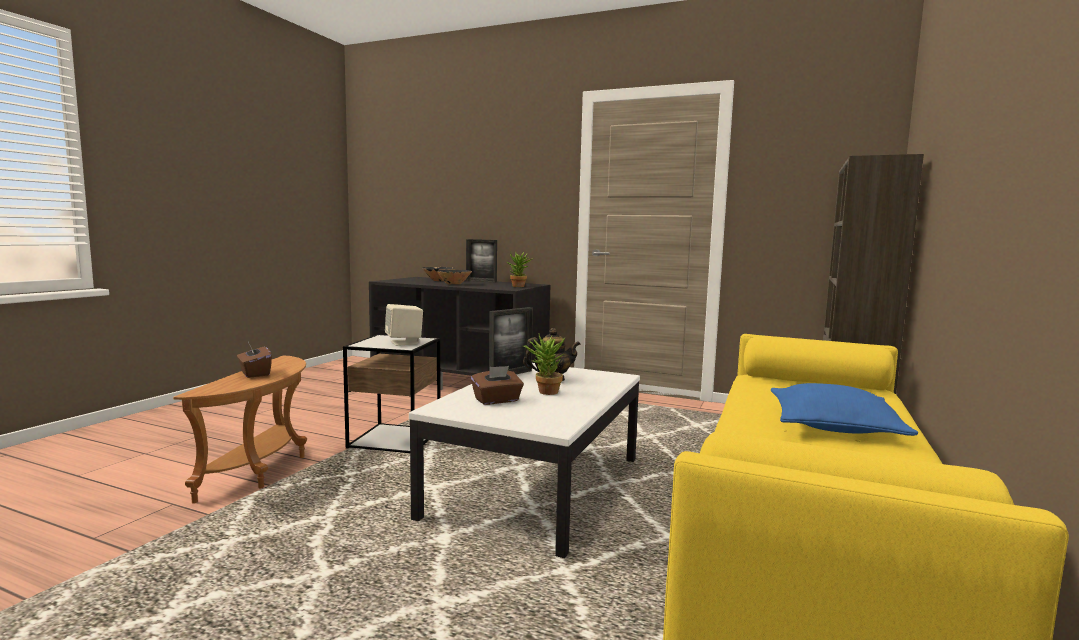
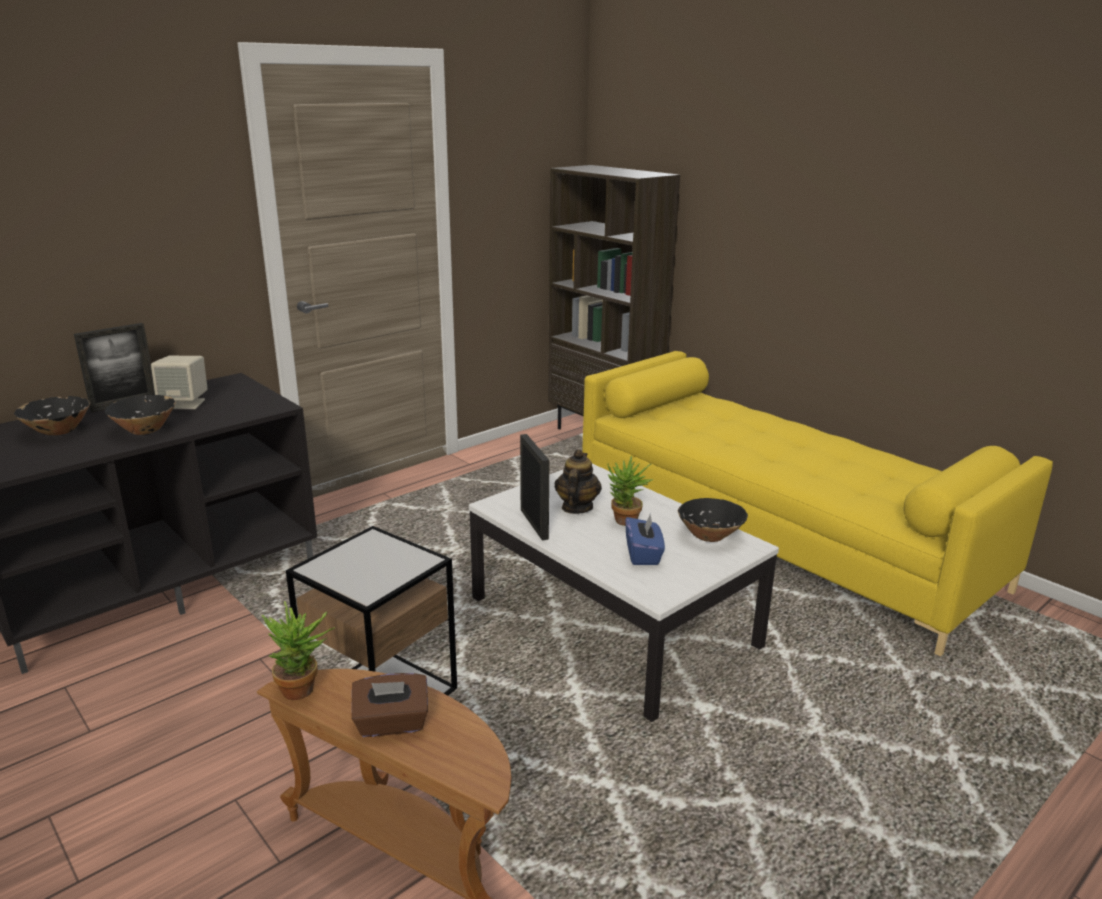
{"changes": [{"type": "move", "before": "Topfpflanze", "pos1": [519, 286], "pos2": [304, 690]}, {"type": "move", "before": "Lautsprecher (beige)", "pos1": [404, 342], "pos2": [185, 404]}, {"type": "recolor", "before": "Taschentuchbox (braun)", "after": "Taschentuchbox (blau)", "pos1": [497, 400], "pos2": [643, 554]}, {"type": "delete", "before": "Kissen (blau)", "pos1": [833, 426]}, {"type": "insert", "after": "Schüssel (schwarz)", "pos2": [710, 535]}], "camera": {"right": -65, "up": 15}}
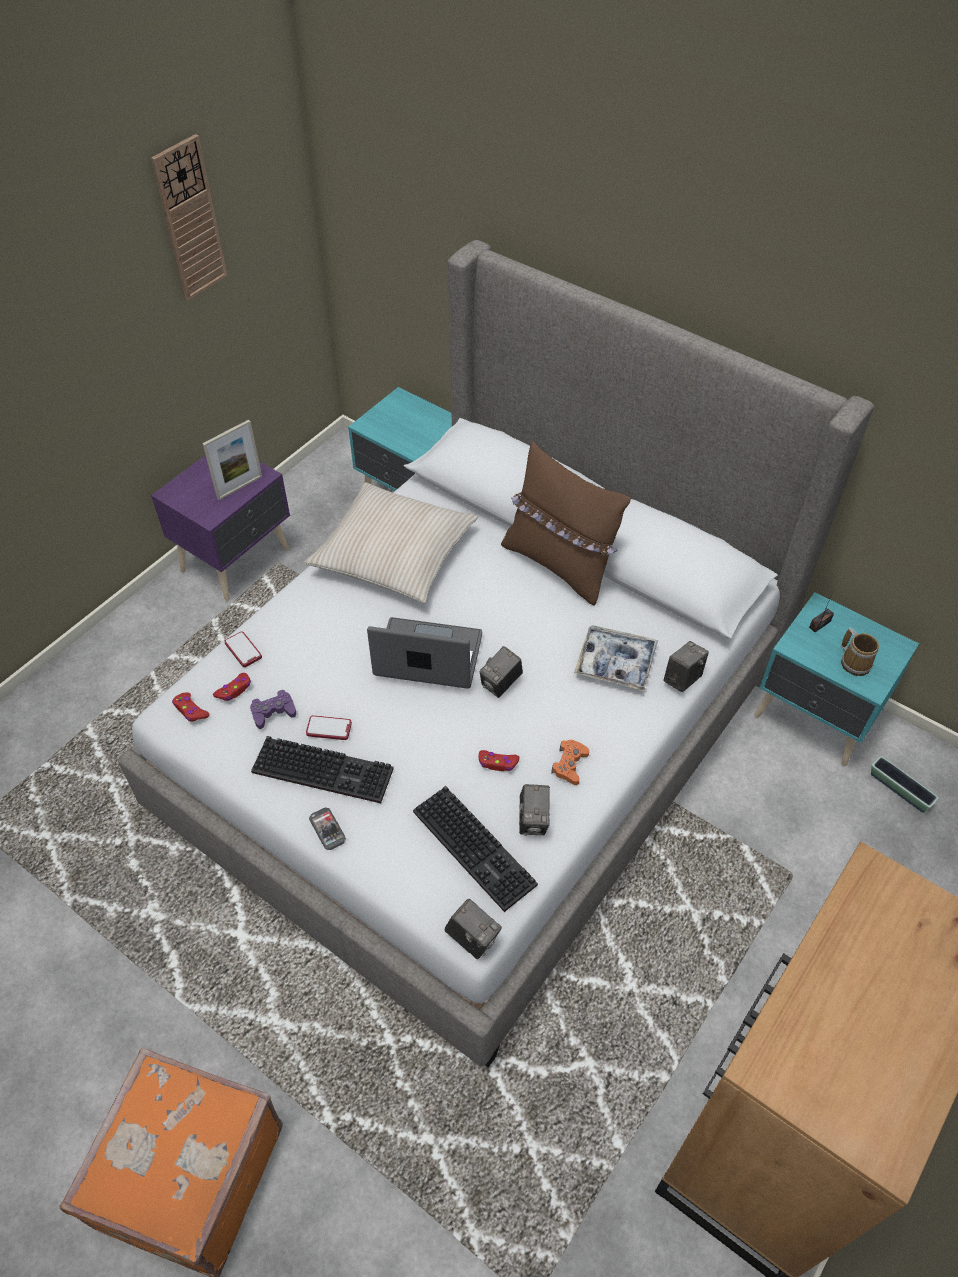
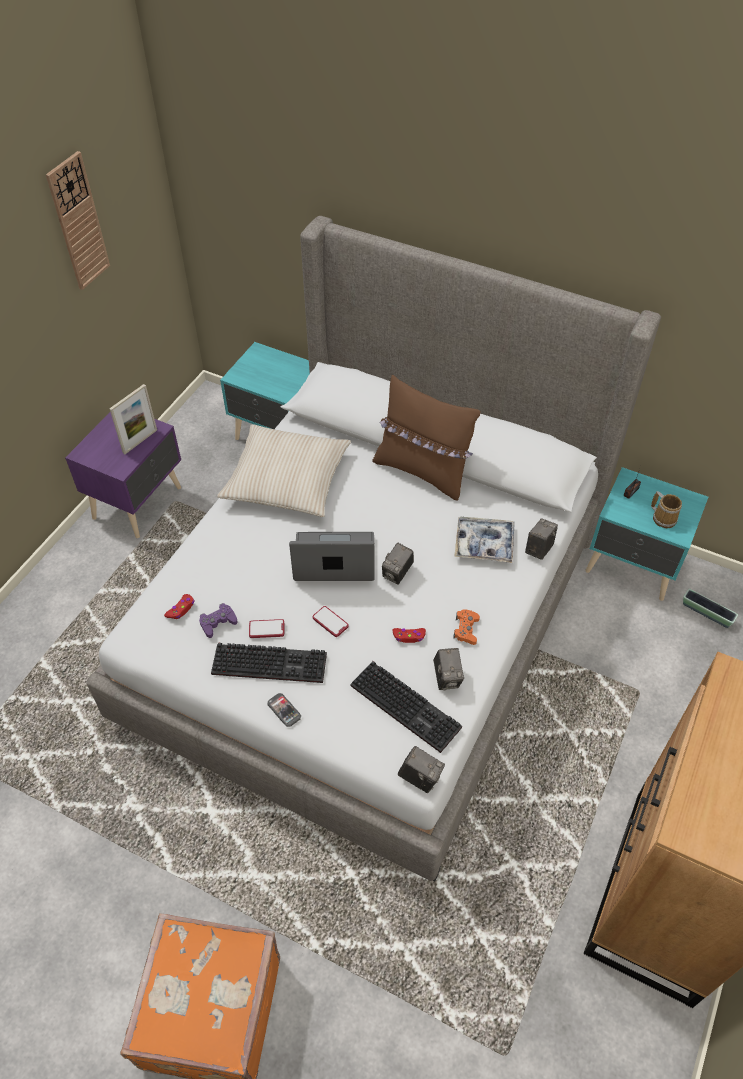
{"changes": [{"type": "move", "before": "Handy", "pos1": [243, 650], "pos2": [330, 622]}, {"type": "delete", "before": "Gamepad (rot)", "pos1": [190, 710]}], "camera": {"right": -10, "up": 0}}
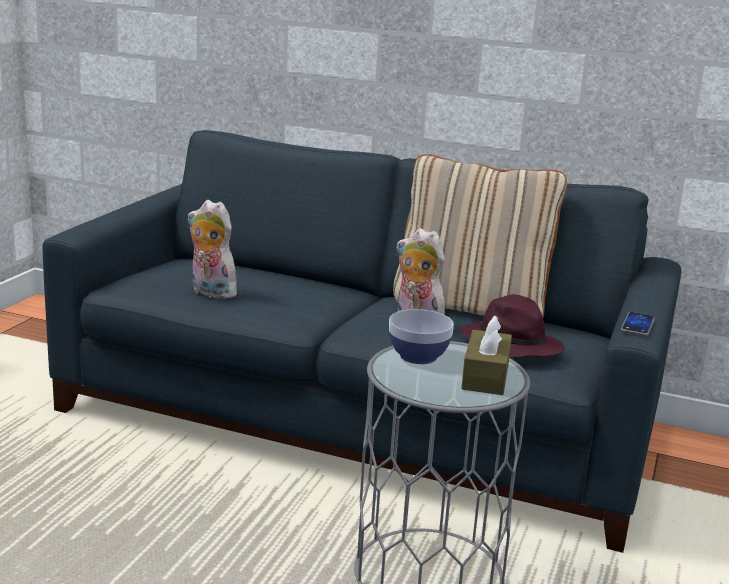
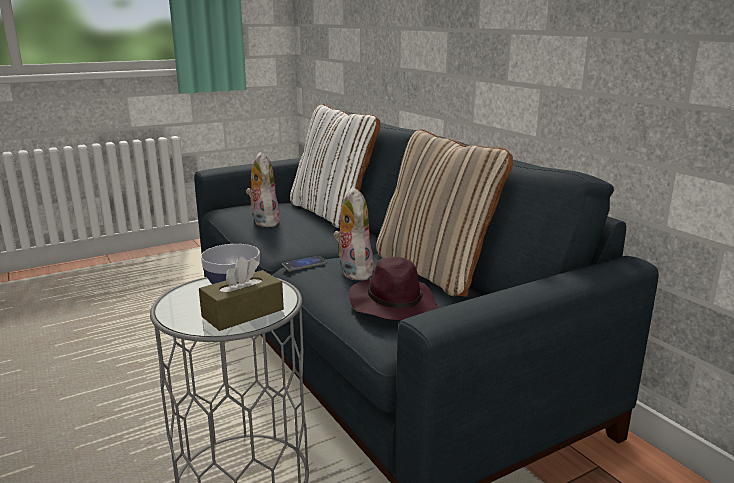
{"changes": [{"type": "move", "before": "Handy", "pos1": [637, 325], "pos2": [304, 264]}, {"type": "insert", "after": "Kissen (weiß)", "pos2": [332, 213]}], "camera": {"right": 40, "up": 0}}
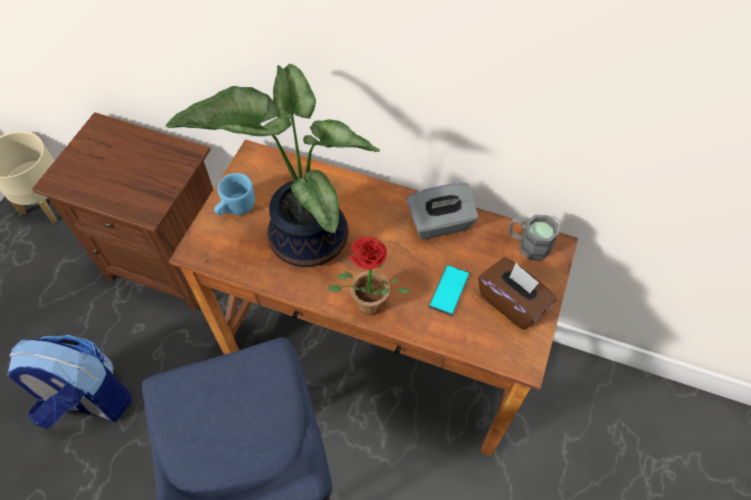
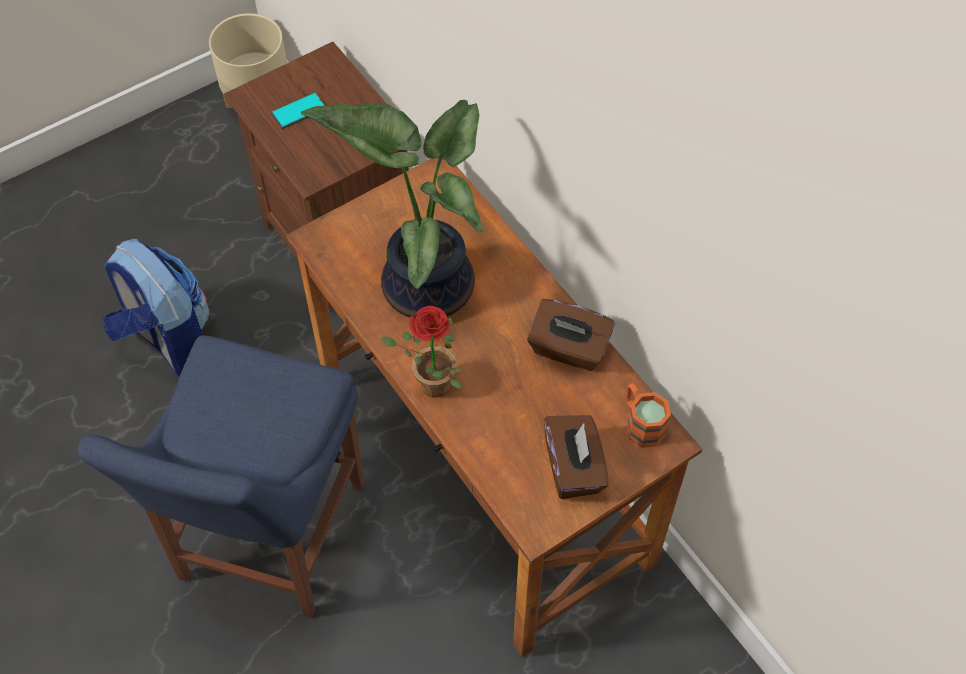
{"changes": [{"type": "delete", "before": "Henkelbecher (blau)", "pos1": [235, 208]}, {"type": "recolor", "before": "Taschentuchbox (grau)", "after": "Taschentuchbox (braun)", "pos1": [440, 224], "pos2": [568, 349]}, {"type": "recolor", "before": "Henkelbecher (grau)", "after": "Henkelbecher (orange)", "pos1": [528, 244], "pos2": [641, 423]}, {"type": "move", "before": "Handy", "pos1": [449, 290], "pos2": [299, 111]}], "camera": {"right": 35, "up": 0}}
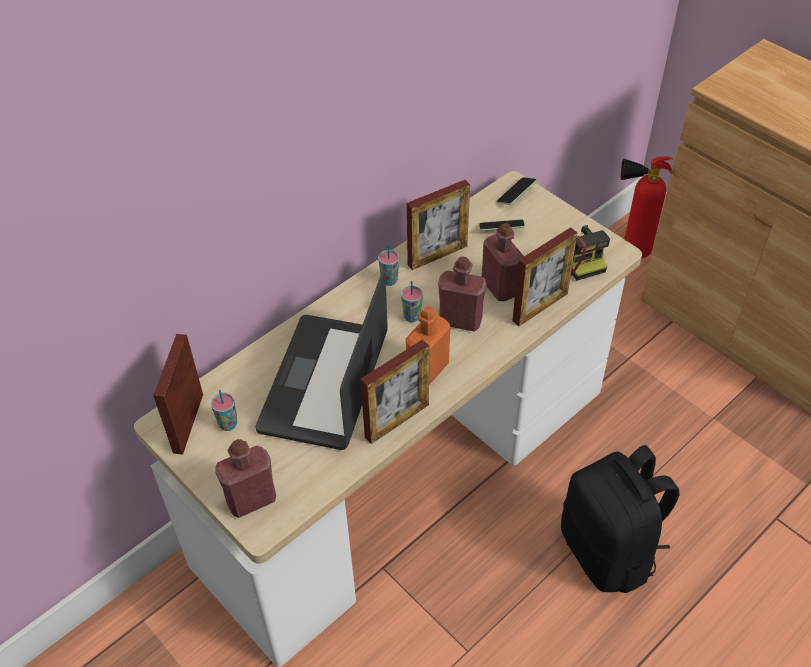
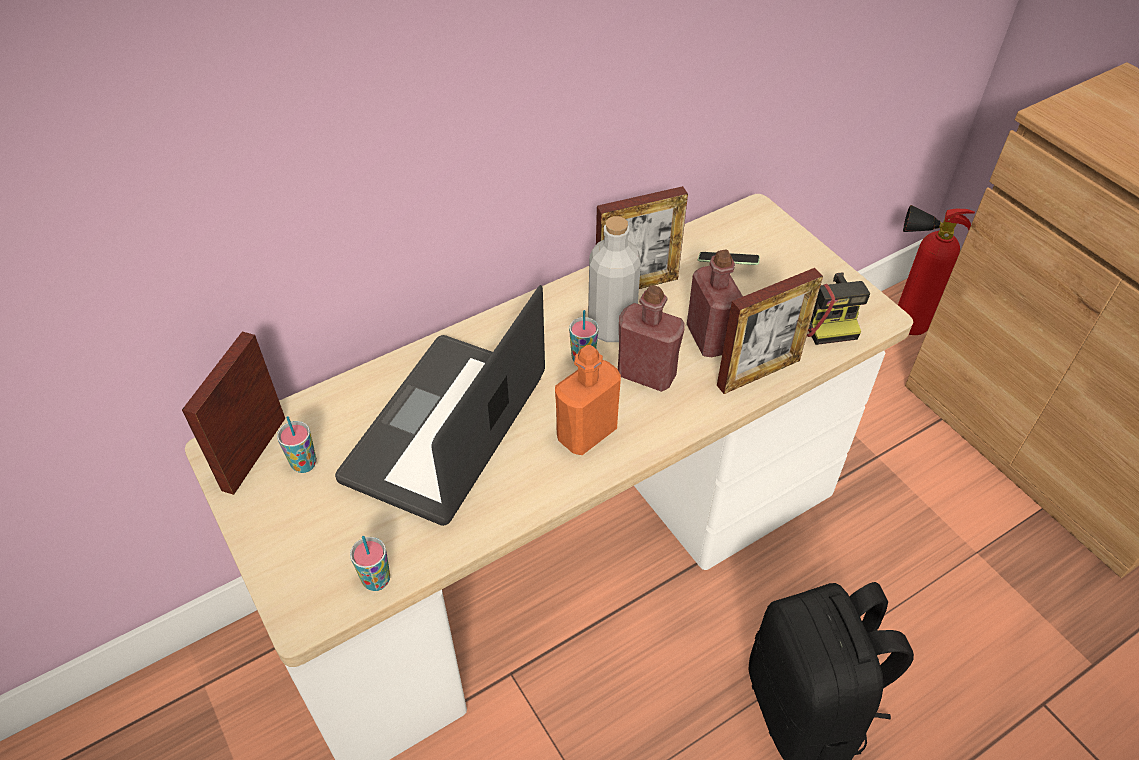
{"changes": [{"type": "delete", "before": "Handy", "pos1": [516, 195]}, {"type": "move", "before": "Tasse", "pos1": [389, 280], "pos2": [376, 580]}, {"type": "delete", "before": "Bilderrahmen", "pos1": [397, 421]}, {"type": "delete", "before": "Flasche (rot)", "pos1": [251, 500]}, {"type": "insert", "after": "Flasche (grau)", "pos2": [611, 327]}], "camera": {"right": 10, "up": 0}}
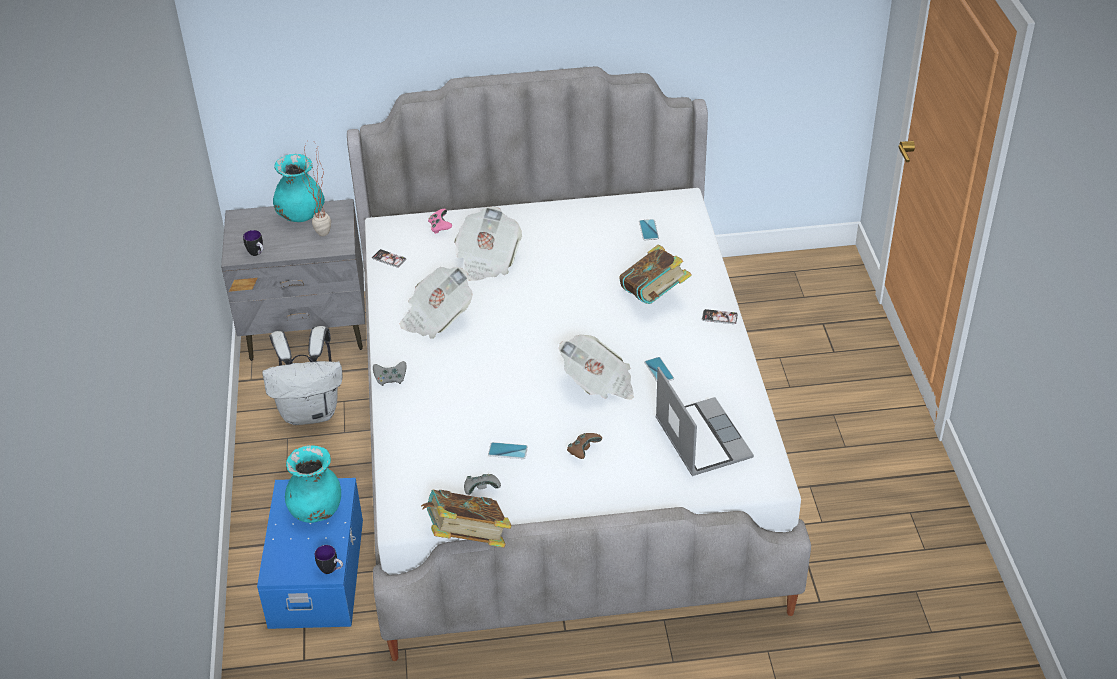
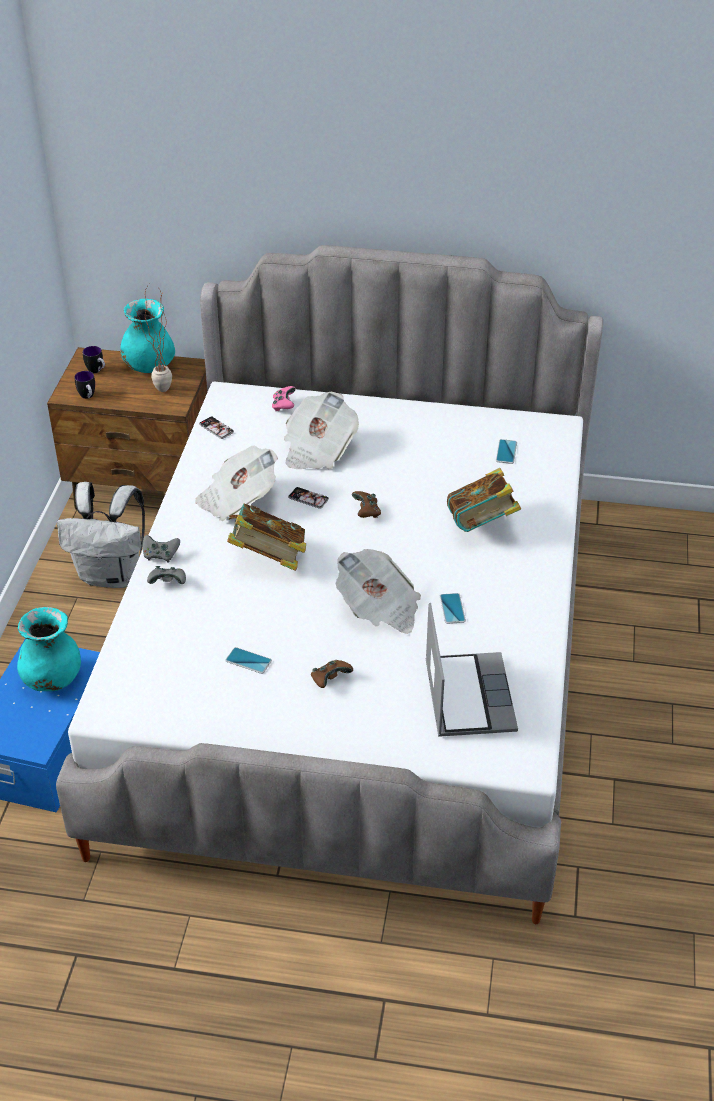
{"changes": [{"type": "recolor", "before": "Nachttisch (grau)", "after": "Nachttisch (braun)", "pos1": [307, 329], "pos2": [144, 489]}, {"type": "move", "before": "Handy", "pos1": [719, 317], "pos2": [308, 498]}, {"type": "move", "before": "Gamepad (grau)", "pos1": [481, 490], "pos2": [168, 583]}, {"type": "move", "before": "Buch", "pos1": [467, 539], "pos2": [268, 559]}, {"type": "move", "before": "Henkelbecher", "pos1": [331, 570], "pos2": [97, 371]}, {"type": "insert", "after": "Gamepad (braun)", "pos2": [366, 512]}], "camera": {"right": 15, "up": 0}}
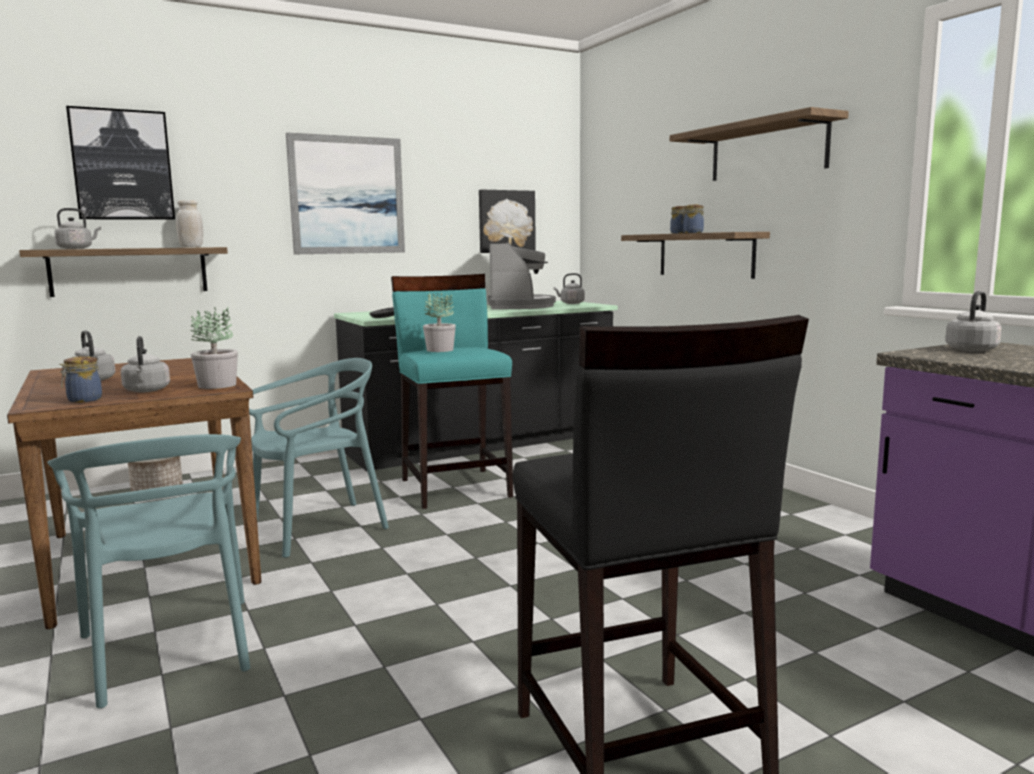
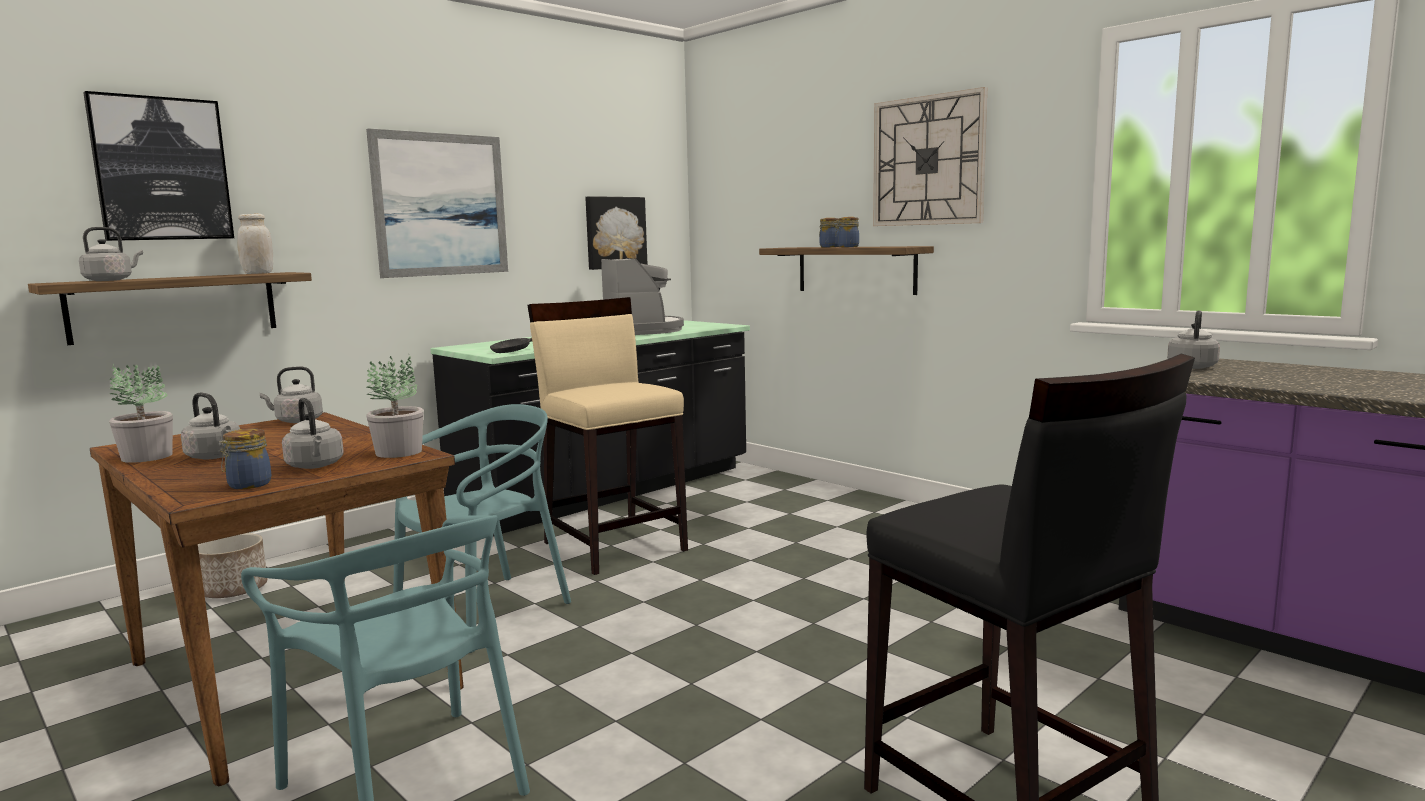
{"changes": [{"type": "replace", "before": "Wandregal", "after": "Wanduhr", "pos1": [767, 150], "pos2": [928, 161]}, {"type": "move", "before": "Wasserkessel (grau)", "pos1": [571, 303], "pos2": [296, 421]}, {"type": "recolor", "before": "Hocker (türkis)", "after": "Hocker (beige)", "pos1": [456, 487], "pos2": [615, 545]}, {"type": "move", "before": "Topfpflanze", "pos1": [440, 350], "pos2": [147, 457]}], "camera": {"right": -15, "up": 0}}
